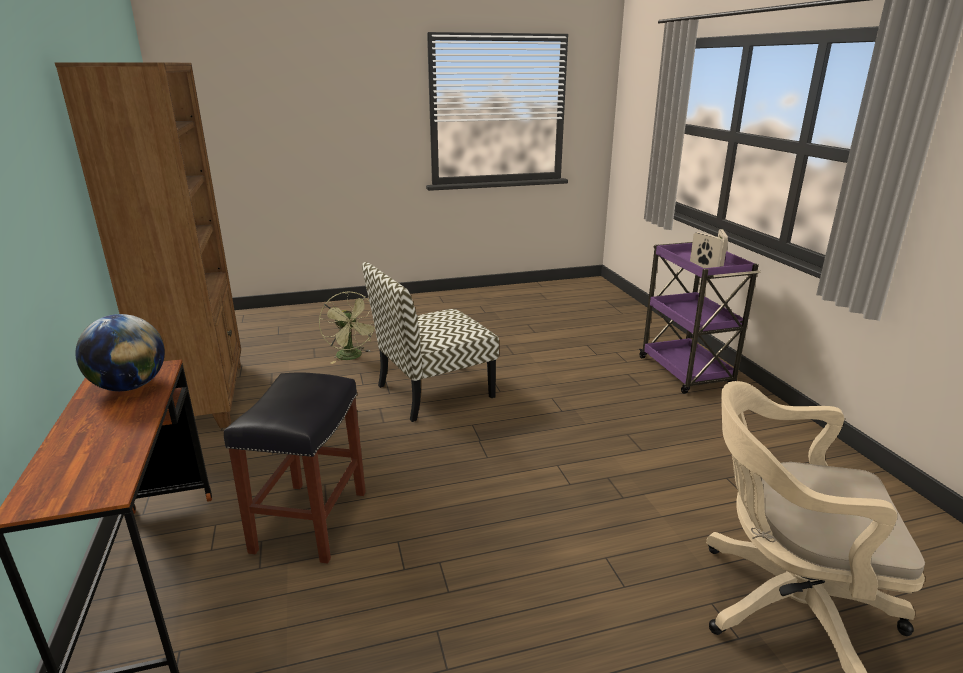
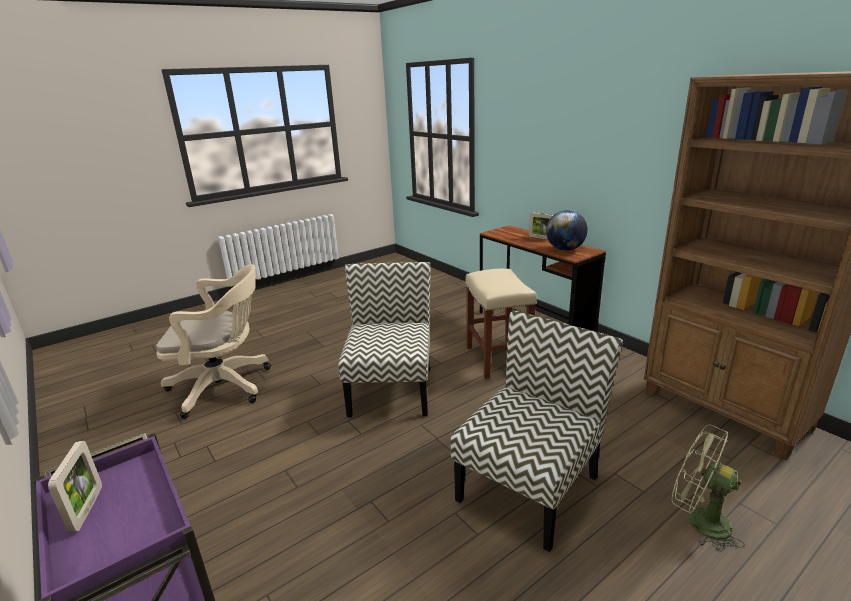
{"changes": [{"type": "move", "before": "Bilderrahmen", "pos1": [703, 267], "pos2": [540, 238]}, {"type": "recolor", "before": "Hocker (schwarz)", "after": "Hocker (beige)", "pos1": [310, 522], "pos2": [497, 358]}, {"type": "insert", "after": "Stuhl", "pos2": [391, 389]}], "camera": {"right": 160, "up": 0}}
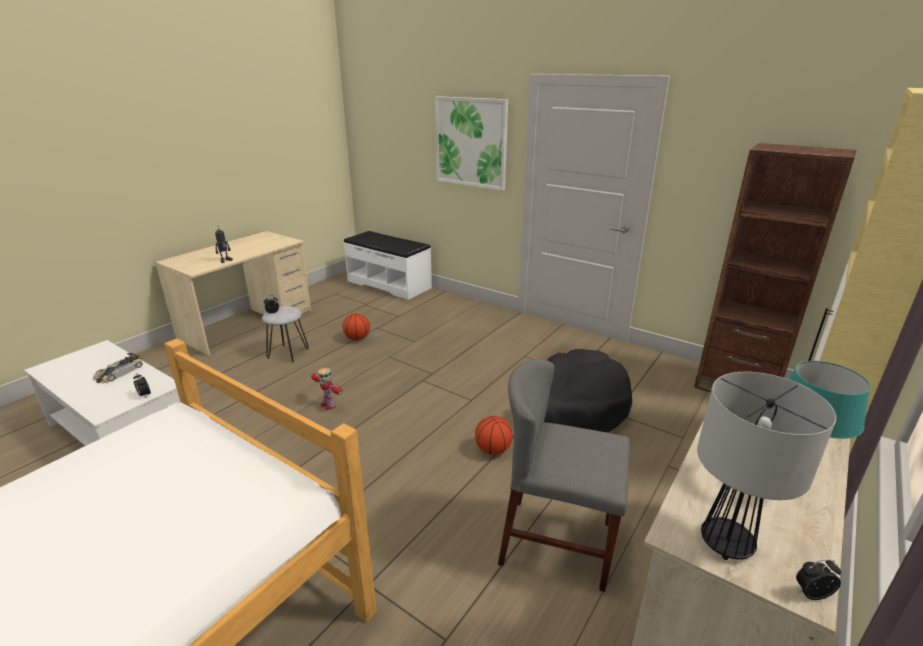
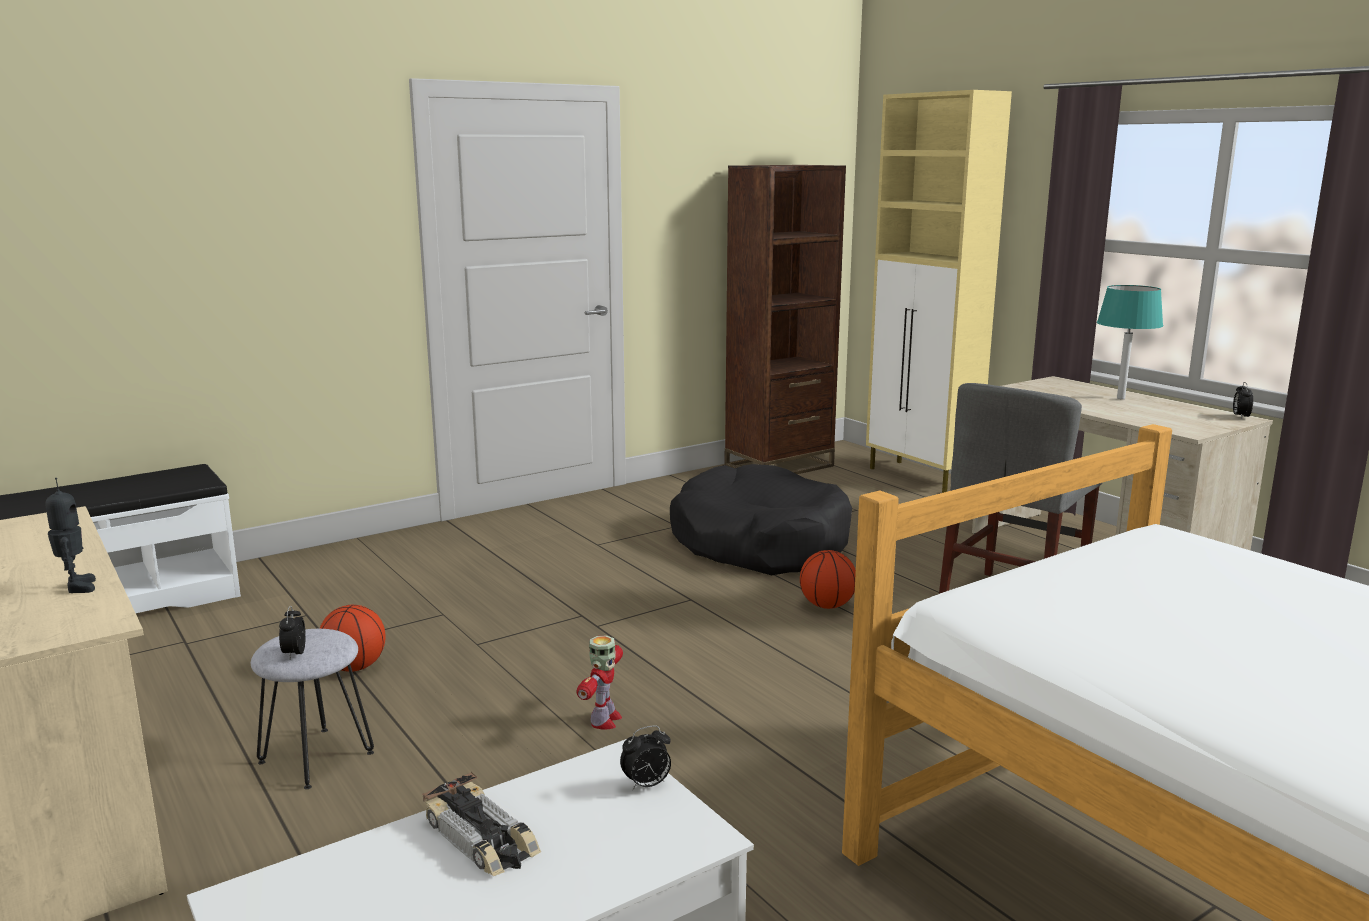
{"changes": [{"type": "delete", "before": "Bild", "pos1": [471, 142]}, {"type": "rotate", "before": "Spielzeugroboter", "pos1": [328, 405], "pos2": [604, 721], "turn": -45}, {"type": "delete", "before": "Tischlampe", "pos1": [726, 544]}], "camera": {"right": -70, "up": -10}}
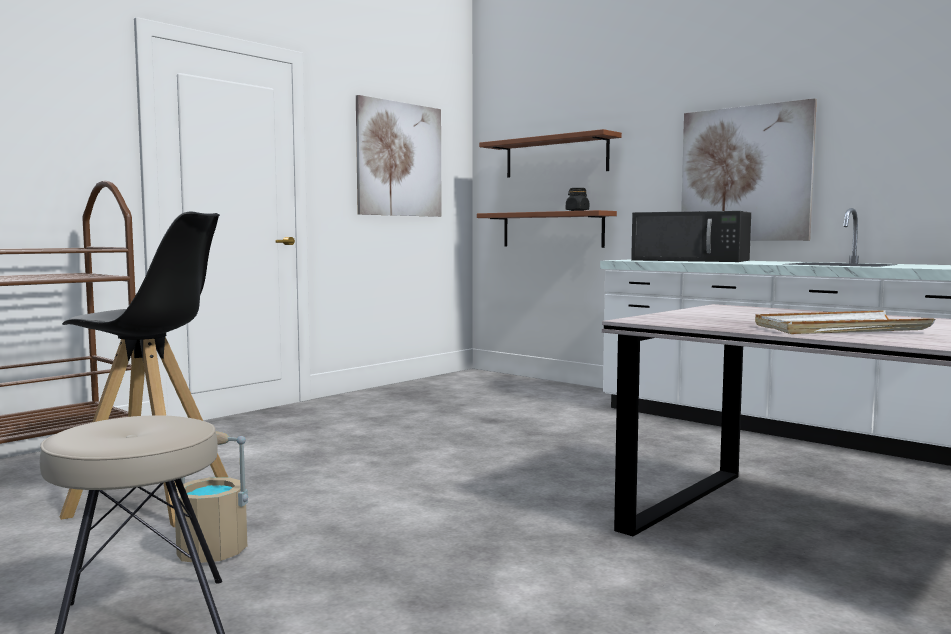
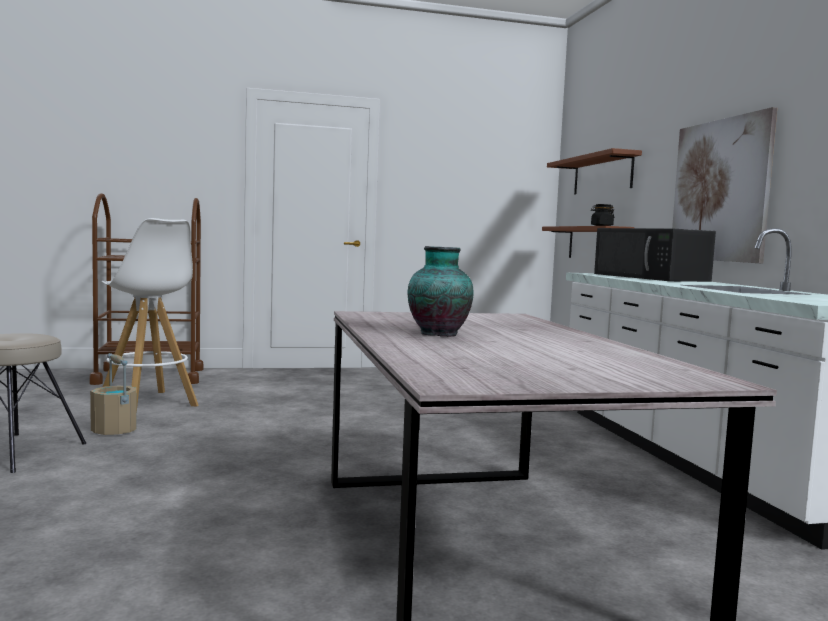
{"changes": [{"type": "delete", "before": "Bild", "pos1": [399, 159]}, {"type": "recolor", "before": "Hocker (schwarz)", "after": "Hocker (weiß)", "pos1": [153, 503], "pos2": [148, 403]}, {"type": "replace", "before": "Tablett (weiß)", "after": "Vase", "pos1": [838, 329], "pos2": [438, 334]}], "camera": {"right": 35, "up": 0}}
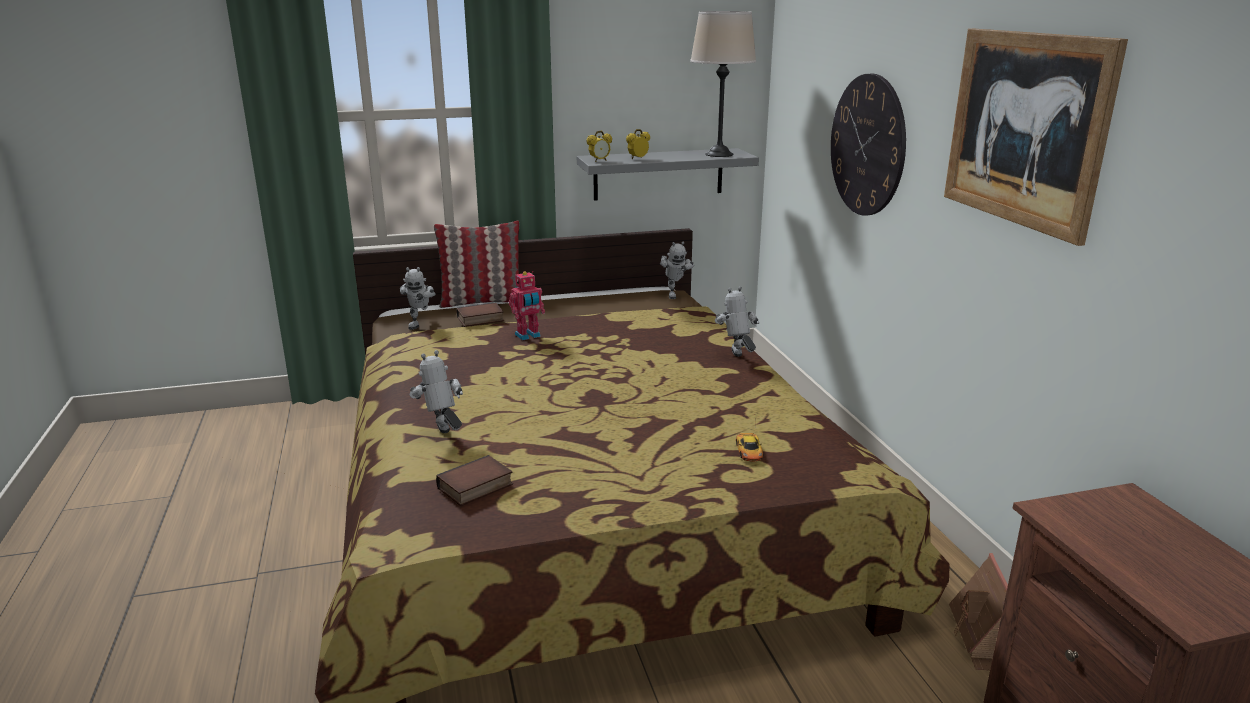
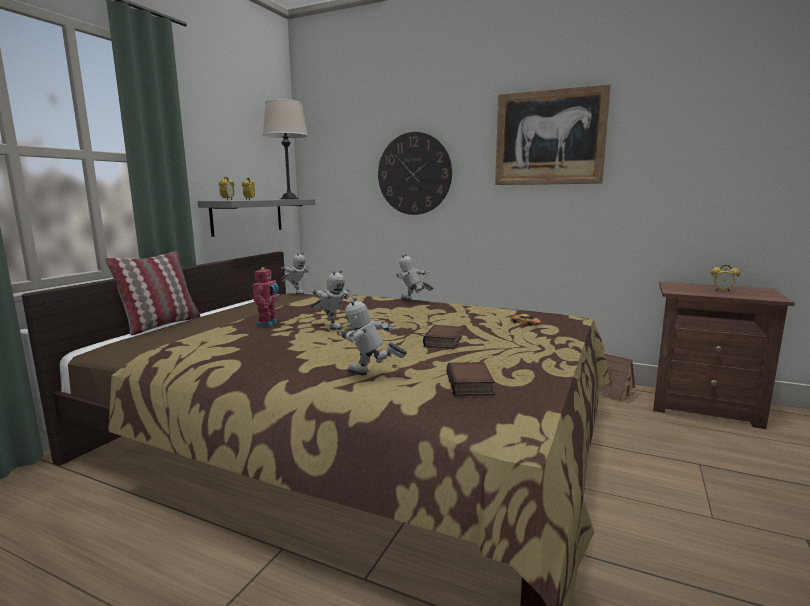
{"changes": [{"type": "move", "before": "Spielzeugroboter", "pos1": [420, 324], "pos2": [331, 327]}, {"type": "move", "before": "Buch", "pos1": [480, 319], "pos2": [444, 341]}, {"type": "insert", "after": "Wecker", "pos2": [722, 290]}], "camera": {"right": -50, "up": -10}}
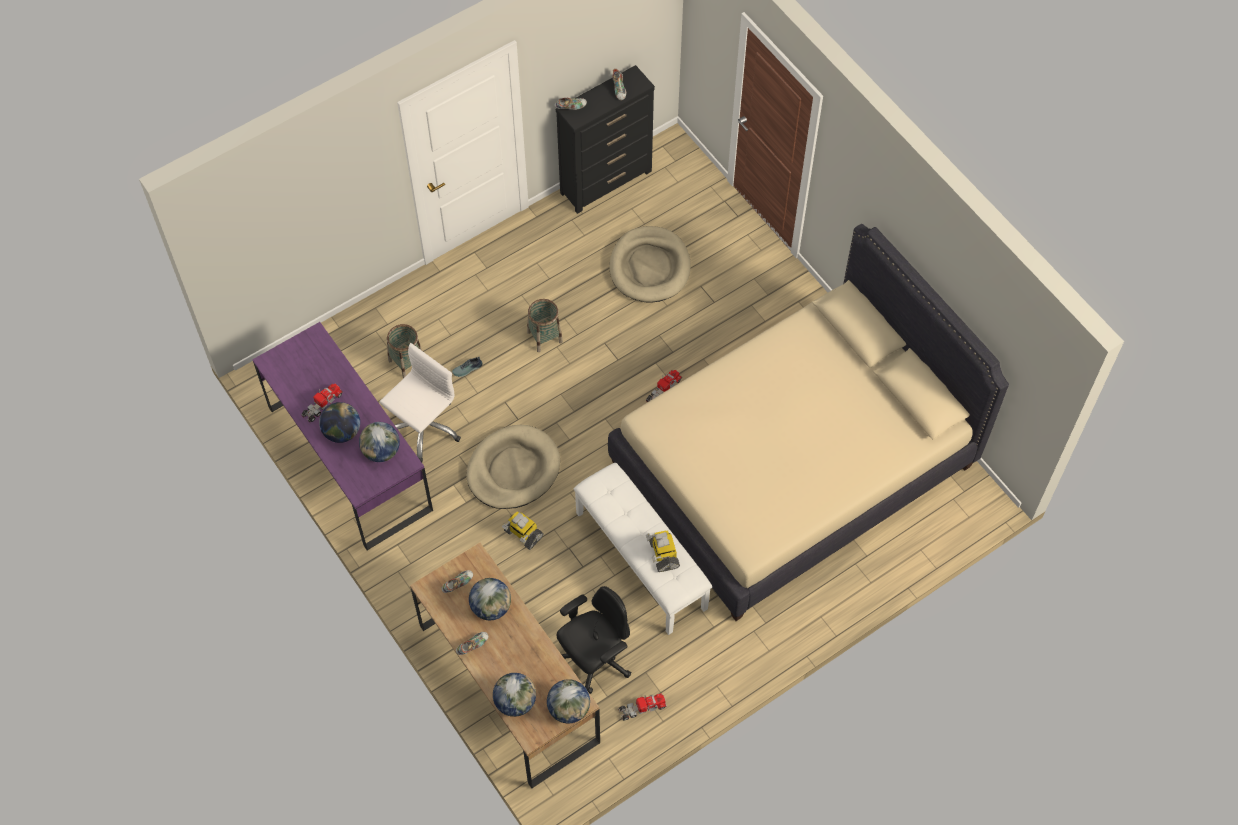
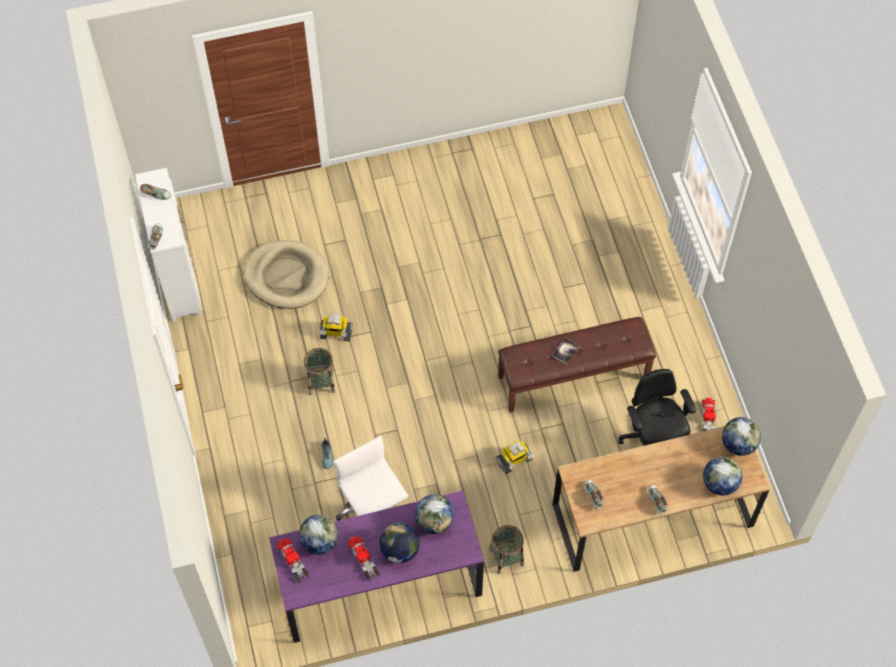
{"changes": [{"type": "recolor", "before": "Kommode (schwarz)", "after": "Kommode (weiß)", "pos1": [607, 182], "pos2": [179, 280]}, {"type": "delete", "before": "Bett (beige)", "pos1": [792, 463]}, {"type": "move", "before": "Korb", "pos1": [407, 362], "pos2": [506, 557]}, {"type": "move", "before": "Spielzeuglaster", "pos1": [663, 390], "pos2": [293, 561]}, {"type": "delete", "before": "Hundebett (beige)", "pos1": [513, 469]}, {"type": "recolor", "before": "Bank (weiß)", "after": "Bank (braun)", "pos1": [642, 560], "pos2": [573, 376]}, {"type": "move", "before": "Spielzeugroboter", "pos1": [663, 554], "pos2": [336, 333]}, {"type": "move", "before": "Globus", "pos1": [491, 607], "pos2": [320, 541]}, {"type": "insert", "after": "Buch", "pos2": [565, 351]}], "camera": {"right": -70, "up": 0}}
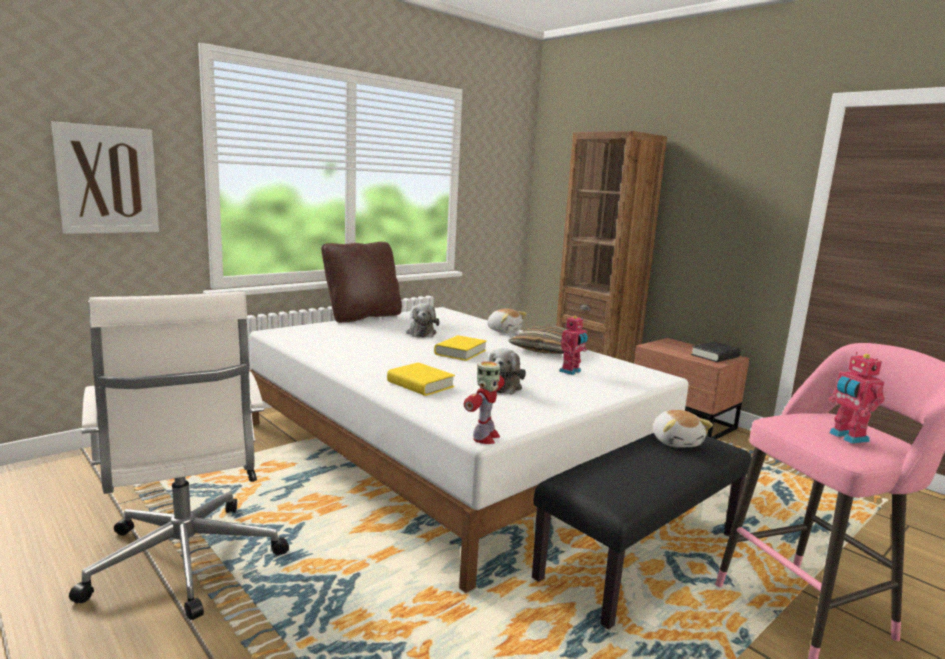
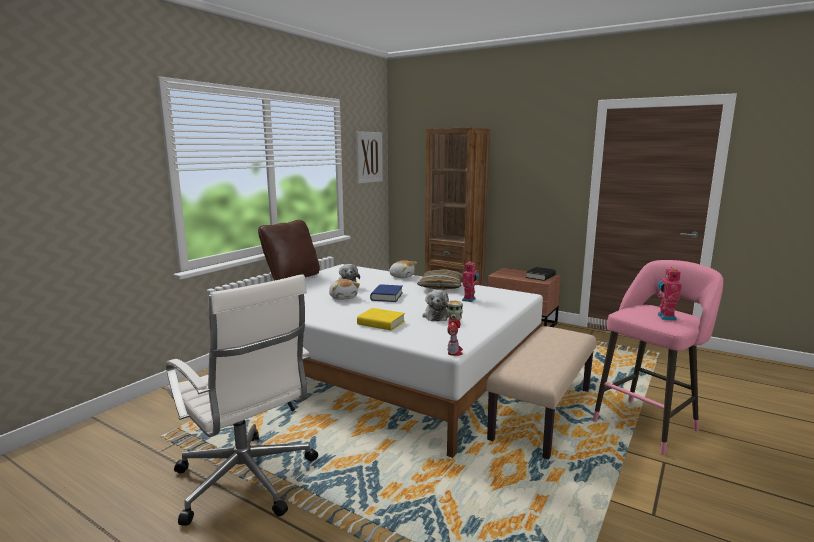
{"changes": [{"type": "move", "before": "Bild", "pos1": [108, 180], "pos2": [369, 157]}, {"type": "recolor", "before": "Buch (gelb)", "after": "Buch (blau)", "pos1": [460, 352], "pos2": [387, 296]}, {"type": "rotate", "before": "Spielzeugroboter", "pos1": [847, 437], "pos2": [665, 317], "turn": 45}, {"type": "move", "before": "Plüschtier", "pos1": [676, 442], "pos2": [343, 297]}, {"type": "recolor", "before": "Bank (schwarz)", "after": "Bank (beige)", "pos1": [639, 555], "pos2": [541, 412]}], "camera": {"right": -15, "up": 0}}
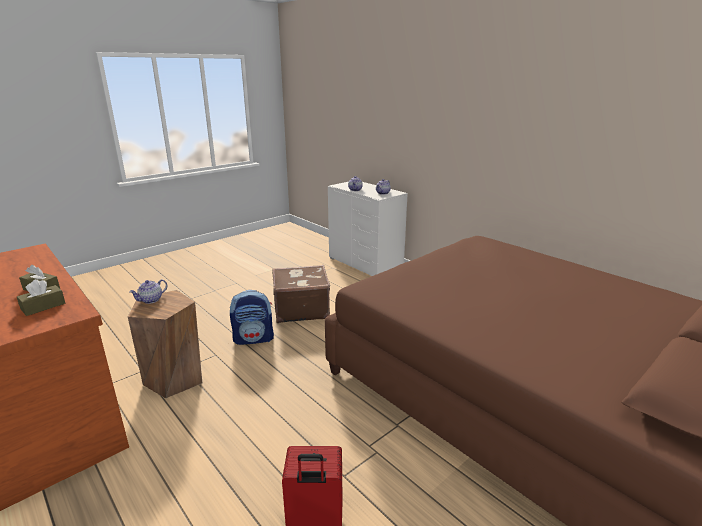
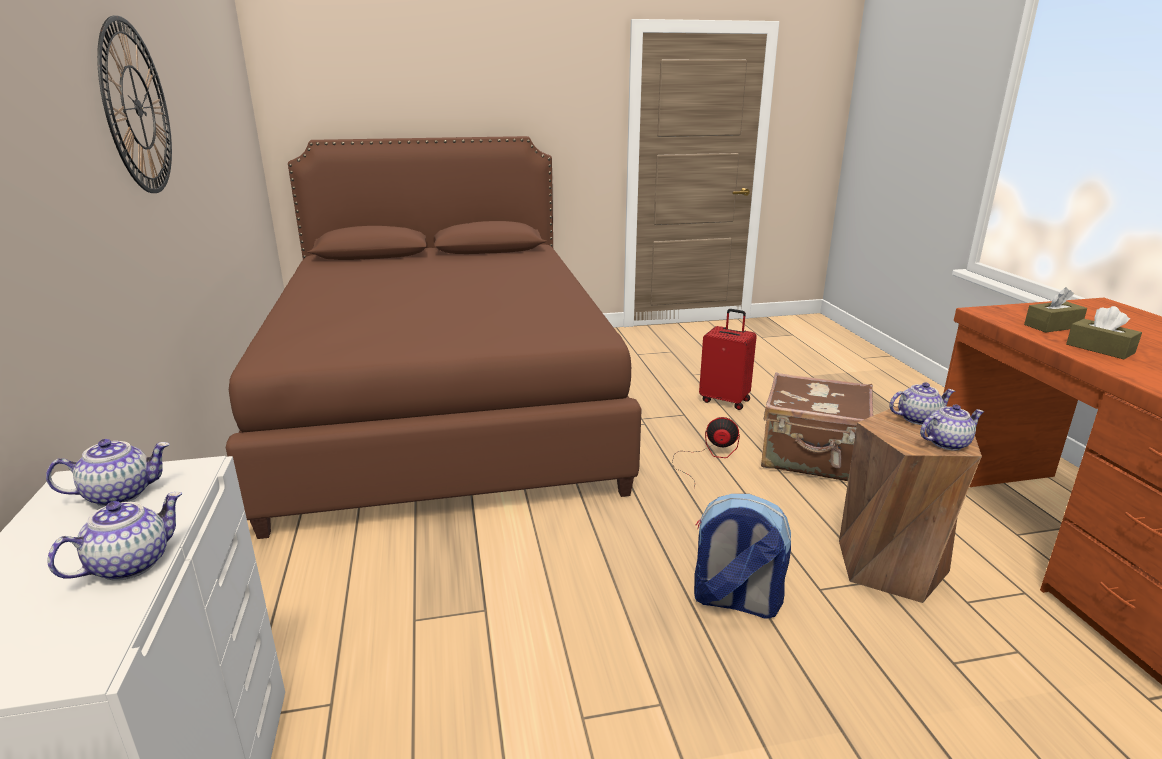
{"changes": [{"type": "move", "before": "Koffer (braun)", "pos1": [301, 309], "pos2": [812, 458]}, {"type": "insert", "after": "Wanduhr", "pos2": [137, 108]}, {"type": "insert", "after": "Teekanne", "pos2": [917, 419]}, {"type": "insert", "after": "Ventilator", "pos2": [708, 456]}], "camera": {"right": -150, "up": 0}}
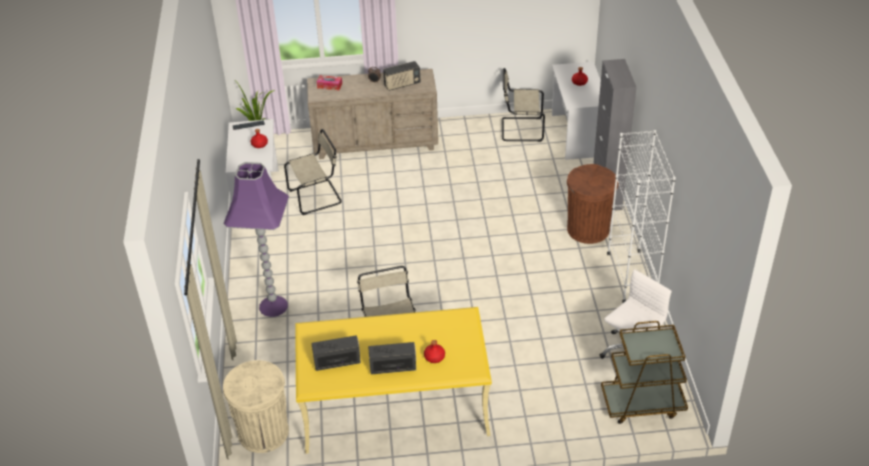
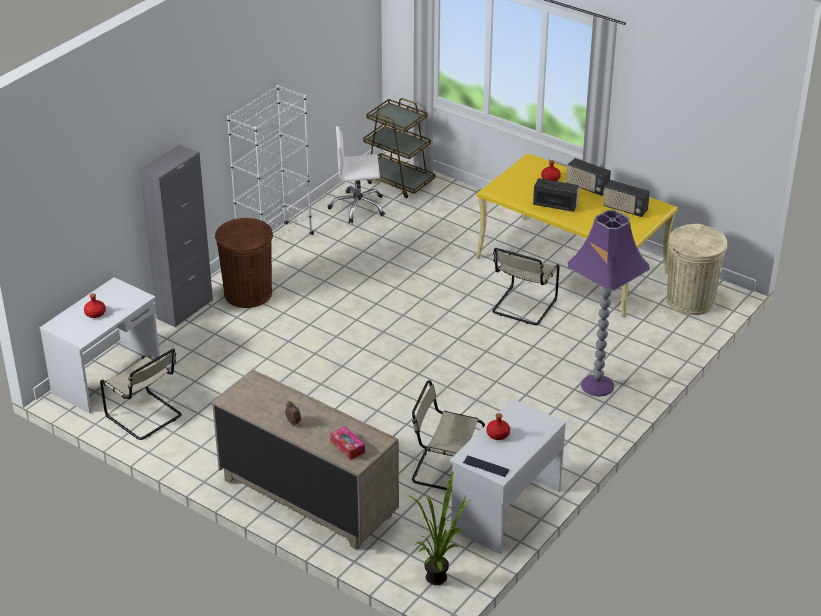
{"changes": [{"type": "move", "before": "Radio", "pos1": [402, 84], "pos2": [555, 205]}], "camera": {"right": -140, "up": -5}}
